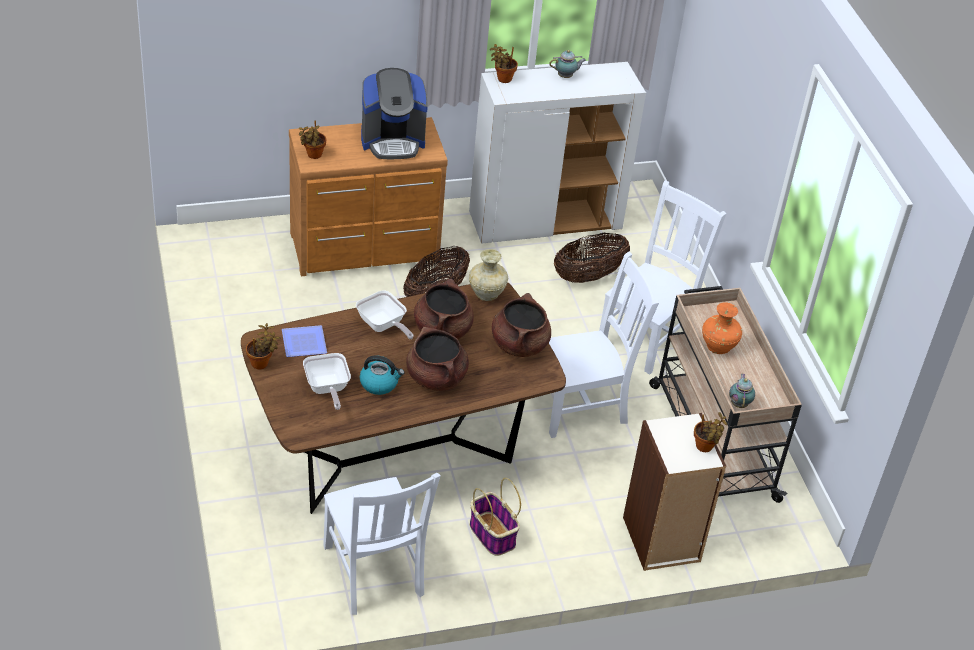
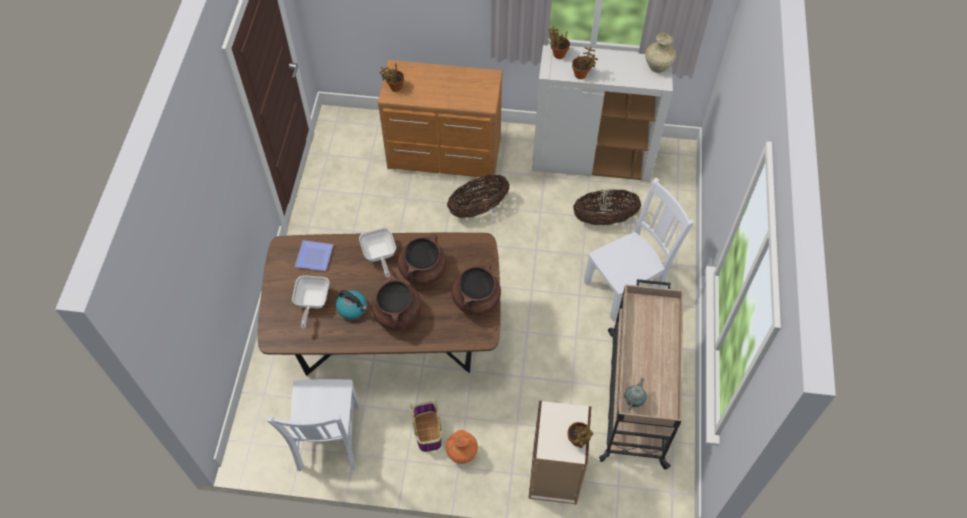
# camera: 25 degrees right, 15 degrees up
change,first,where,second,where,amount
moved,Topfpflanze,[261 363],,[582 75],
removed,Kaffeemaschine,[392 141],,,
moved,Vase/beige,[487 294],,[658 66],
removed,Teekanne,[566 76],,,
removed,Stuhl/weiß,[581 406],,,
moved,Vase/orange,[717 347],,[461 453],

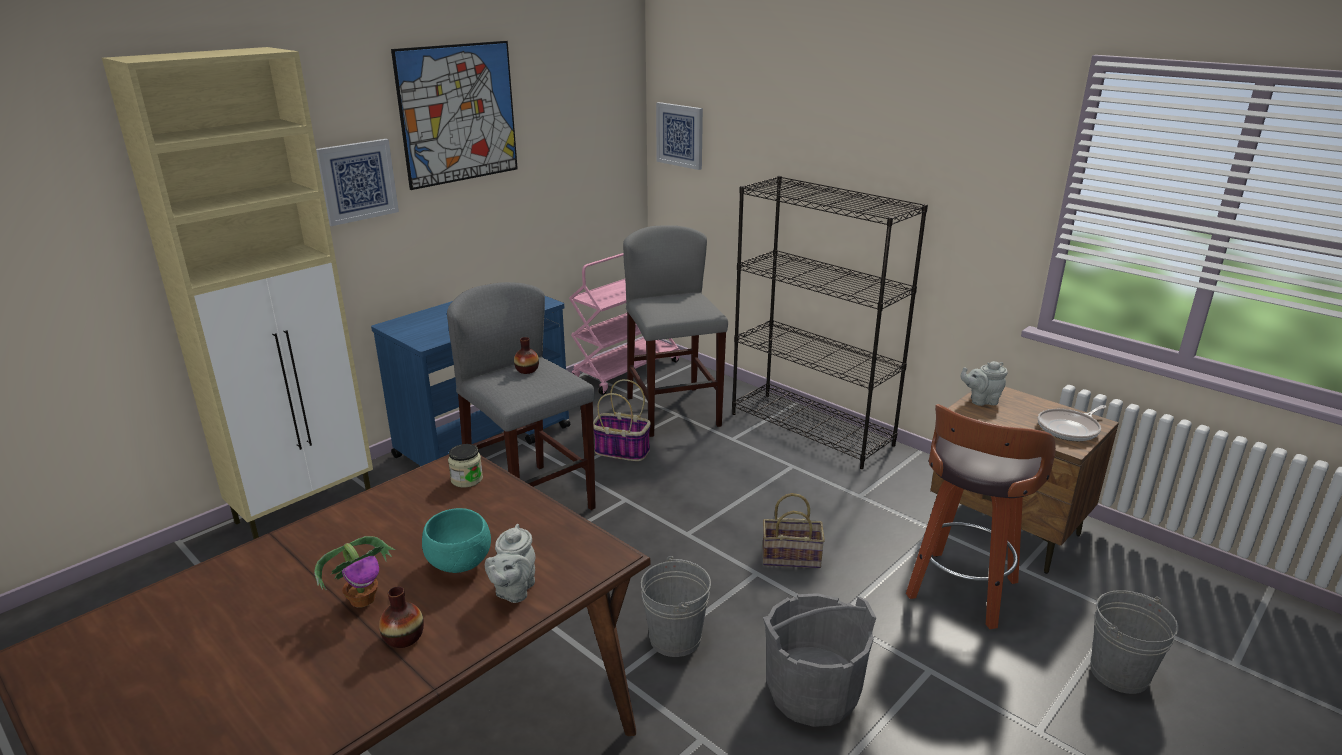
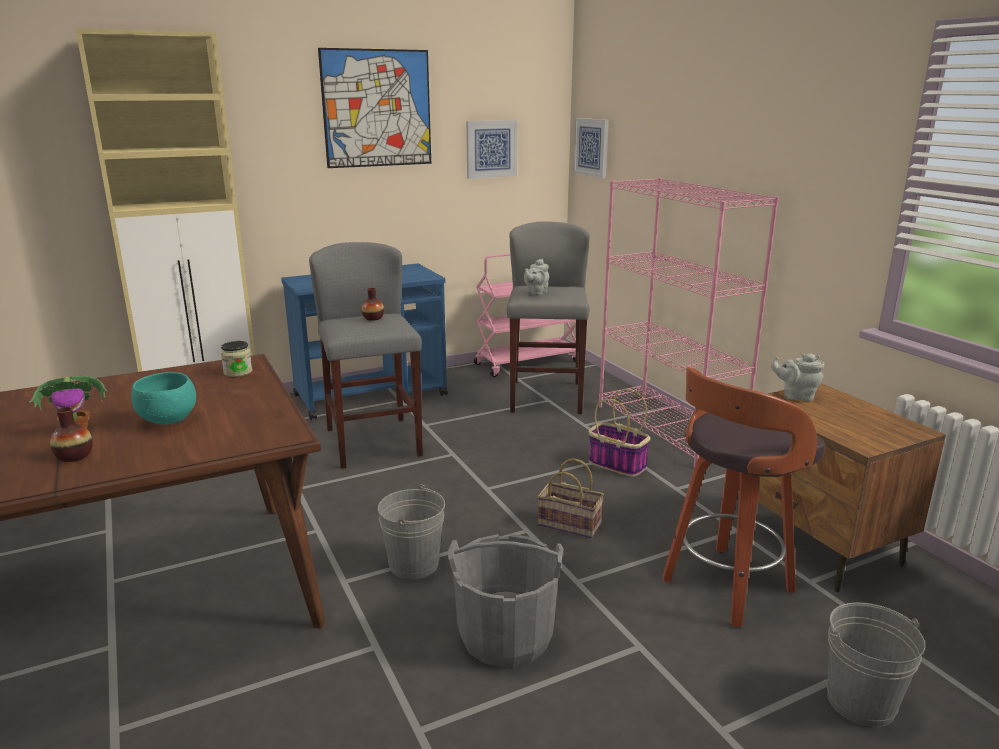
# camera: 20 degrees right, 5 degrees down
change,first,where,second,where,amount
moved,Bild,[357 181],,[491 149],
moved,Teekanne/grau,[513 591],,[536 293],
moved,Korb,[621 451],,[616 464],
recoloured,Bücherregal/schwarz,[812 429],Bücherregal/rosa,[668 429],
removed,Pfanne,[1070 429],,,

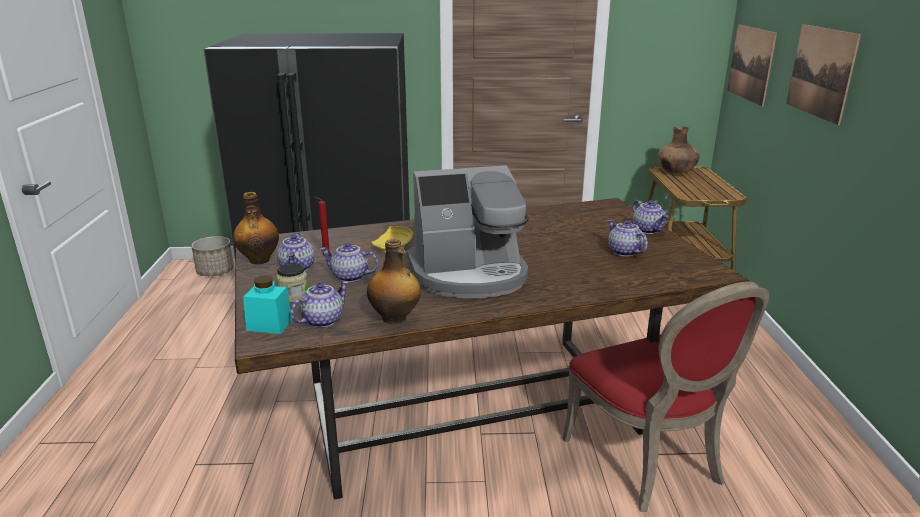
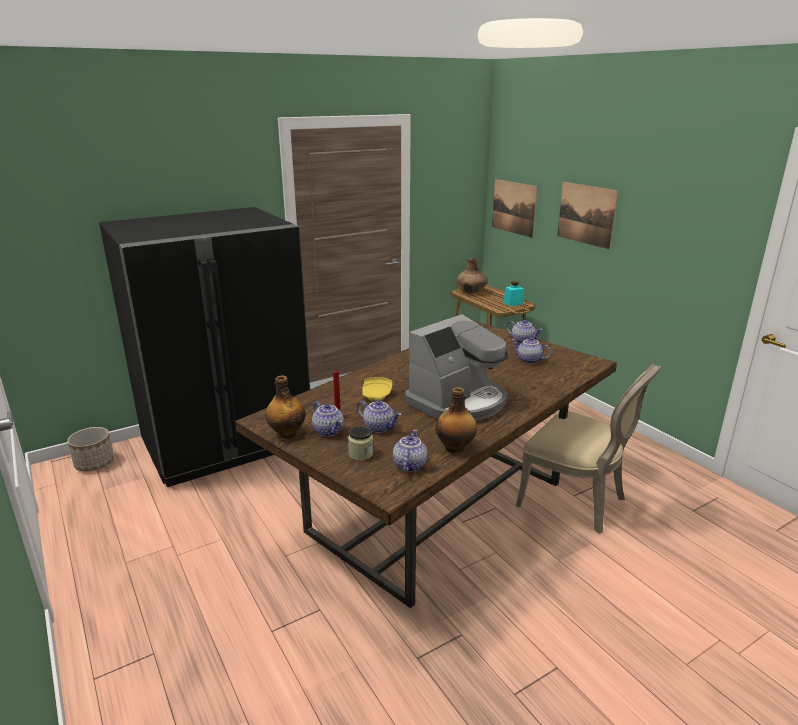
# camera: 30 degrees left, 0 degrees up
change,first,where,second,where,amount
moved,Vorratsglas/türkis,[269 325],,[513 303],
turned,Teekanne,[349 277],,[379 427],135 degrees counterclockwise
recoloured,Stuhl/rot,[649 462],Stuhl/beige,[576 501],

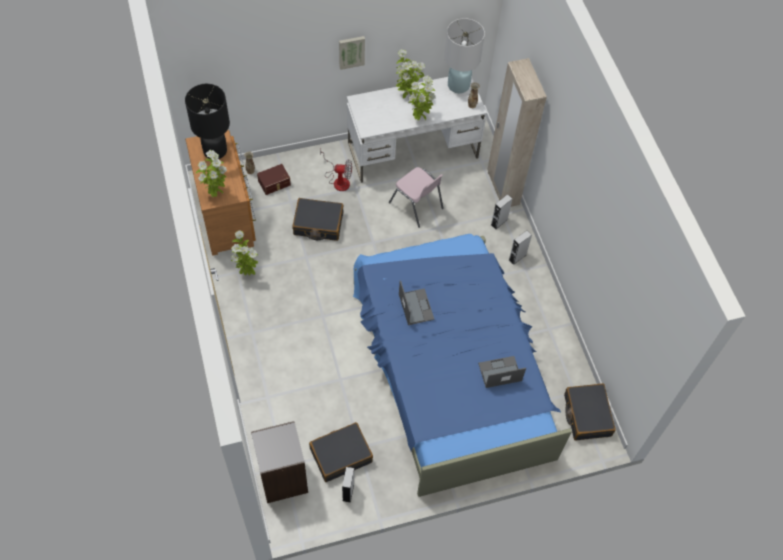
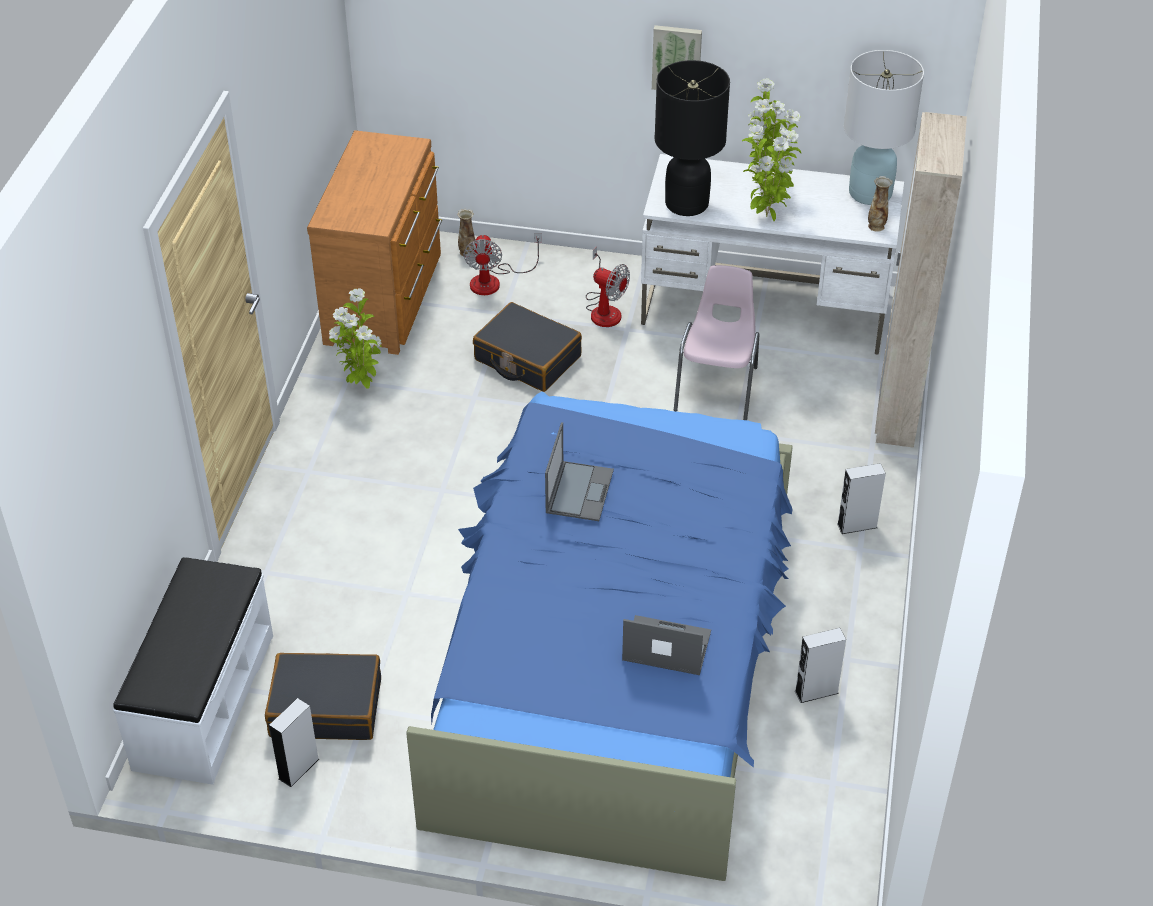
# camera: 30 degrees right, 15 degrees down
change,first,where,second,where,amount
moved,Tischlampe/schwarz,[215 151],,[686 204],
removed,Topfpflanze,[216 193],,,
replaced,Bücherregal/grau,[282 478],Bank/weiß,[203 701],
replaced,Aufbewahrungsbox/braun,[274 183],Ventilator,[494 281],
turned,Stuhl/rosa,[416 206],,[718 388],150 degrees counterclockwise
moved,Lautsprecher/grau,[499 222],,[816 692],
removed,Koffer/schwarz,[587 415],,,

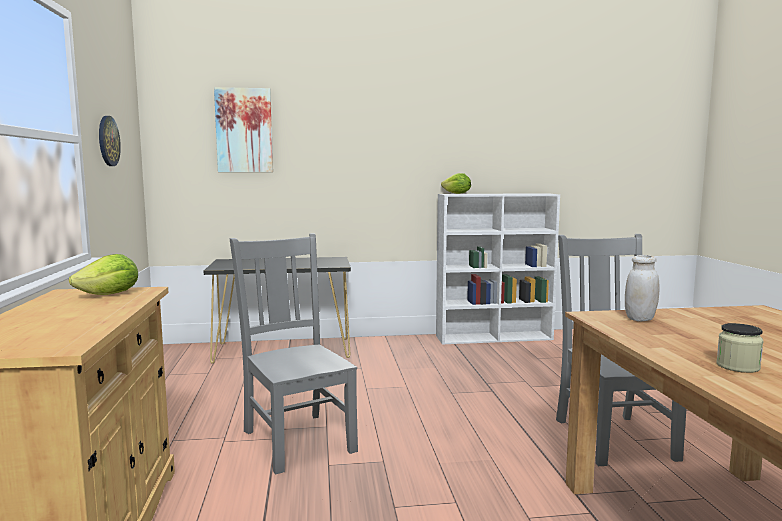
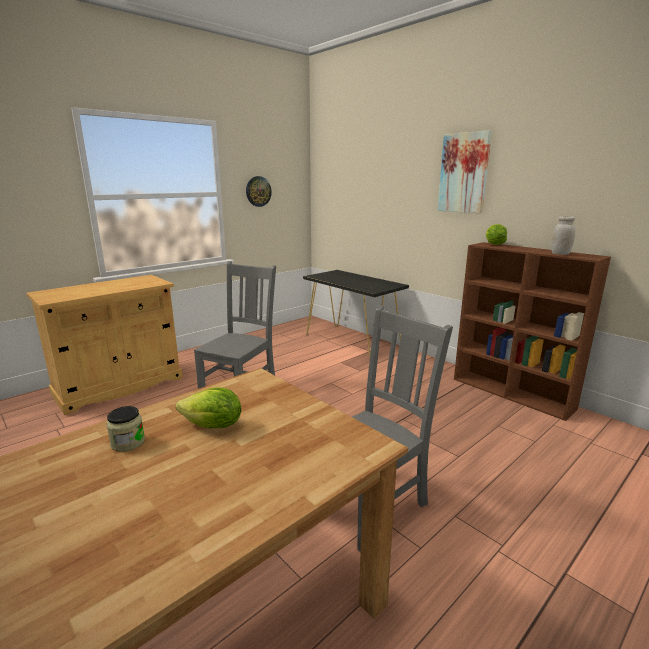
# camera: 55 degrees right, 10 degrees up
change,first,where,second,where,amount
moved,Salatkopf,[110 295],,[213 426],
moved,Bild,[244 130],,[464 173],
recoloured,Bücherregal/weiß,[495 337],Bücherregal/braun,[512 393],
moved,Vorratsglas/weiß,[640 319],,[560 254],

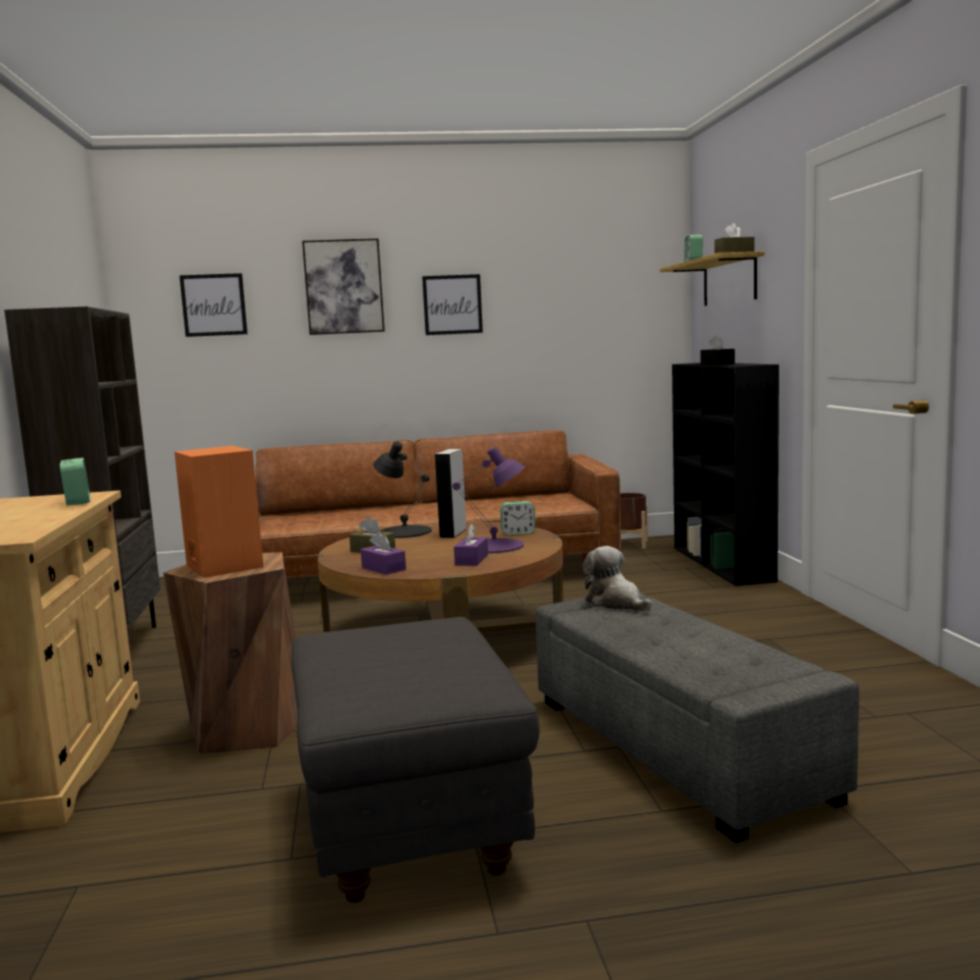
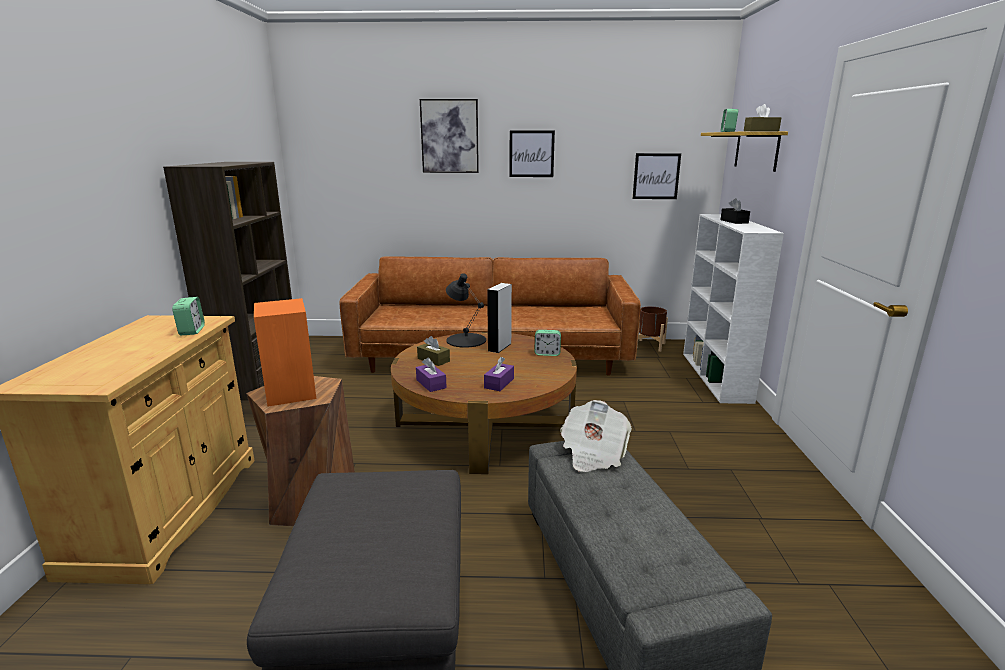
# camera: 10 degrees right, 10 degrees up
change,first,where,second,where,amount
moved,Bild,[214 305],,[656 176],
removed,Tischlampe/lila,[495 546],,,
replaced,Plüschtier,[616 603],Zeitung,[593 453],
recoloured,Bücherregal/schwarz,[722 564],Bücherregal/weiß,[716 377],

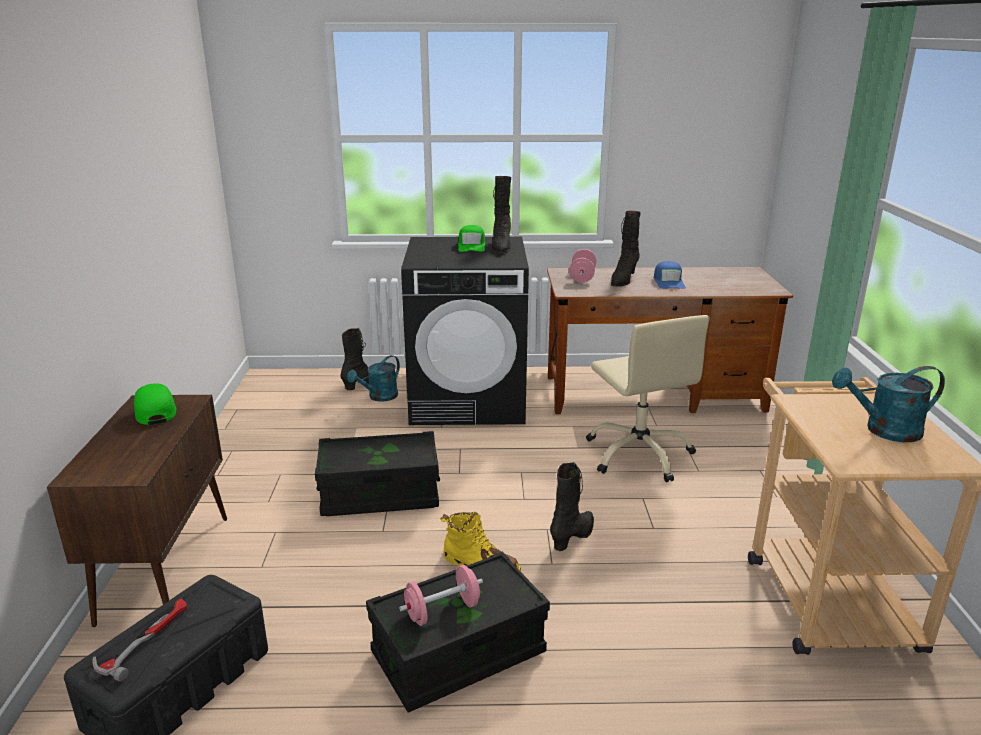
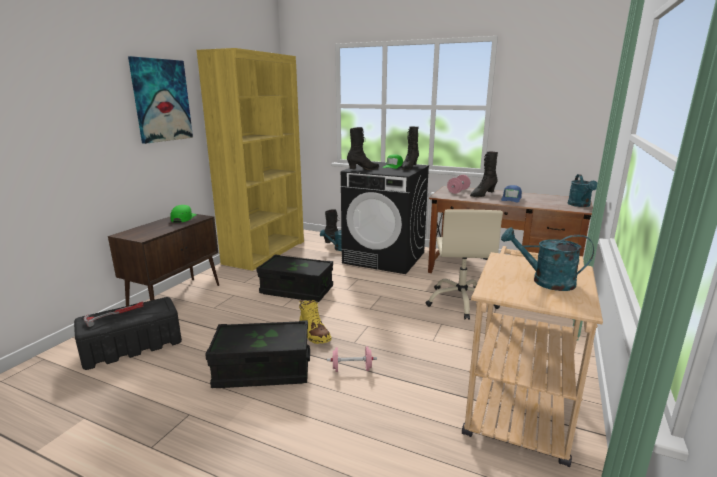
# camera: 25 degrees right, 5 degrees down
change,first,where,second,where,amount
moved,Hantel/rosa,[442 611],,[352 369],
moved,Stiefel/schwarz,[573 537],,[363 169],
added,,,Bild,[161 100],
added,,,Bücherregal/gelb,[265 252],
added,,,Gießkanne/türkis,[580 205],

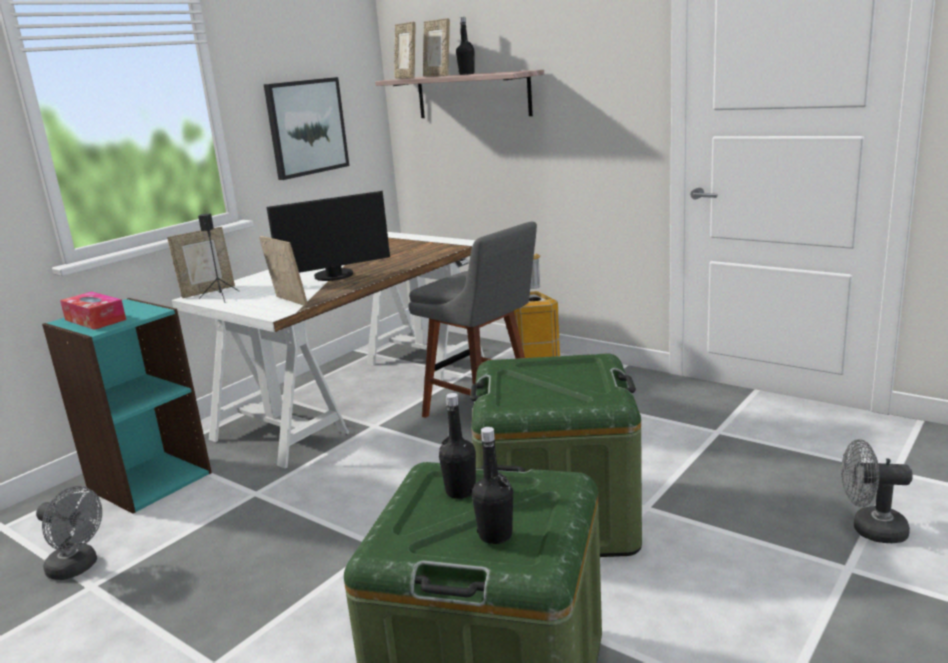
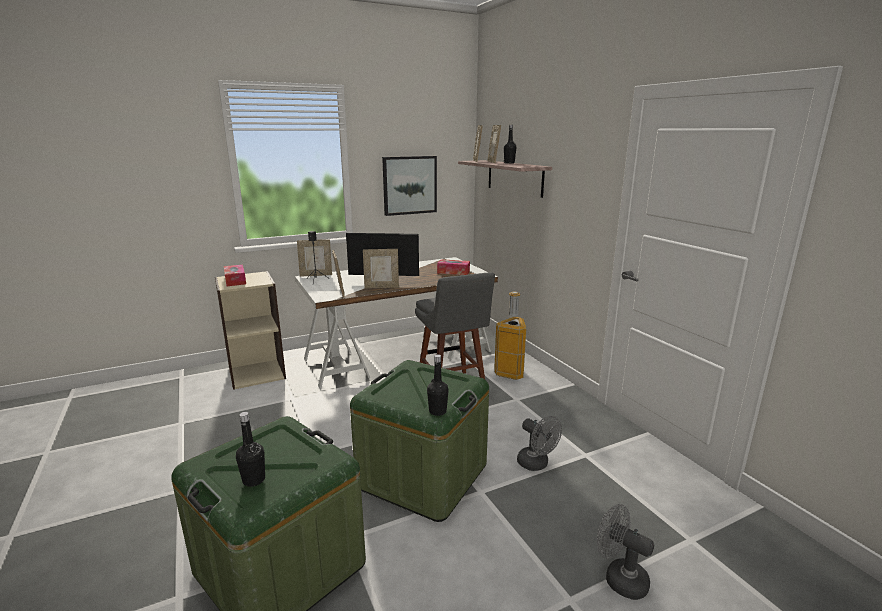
# camera: 25 degrees right, 0 degrees up
change,first,where,second,where,amount
moved,Ventilator/grau,[78 568],,[536 464],
recoloured,Bücherregal/türkis,[149 480],Bücherregal/beige,[257 373],
moved,Flasche/schwarz,[460 491],,[437 411],
added,,,Bilderrahmen,[381 287],
added,,,Taschentuchbox,[453 272],

